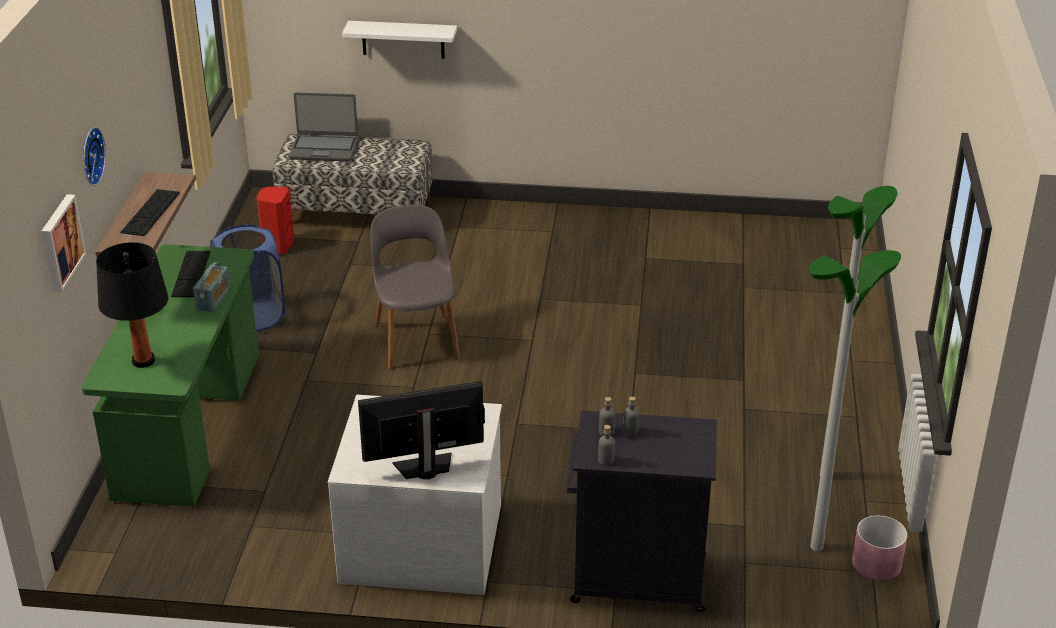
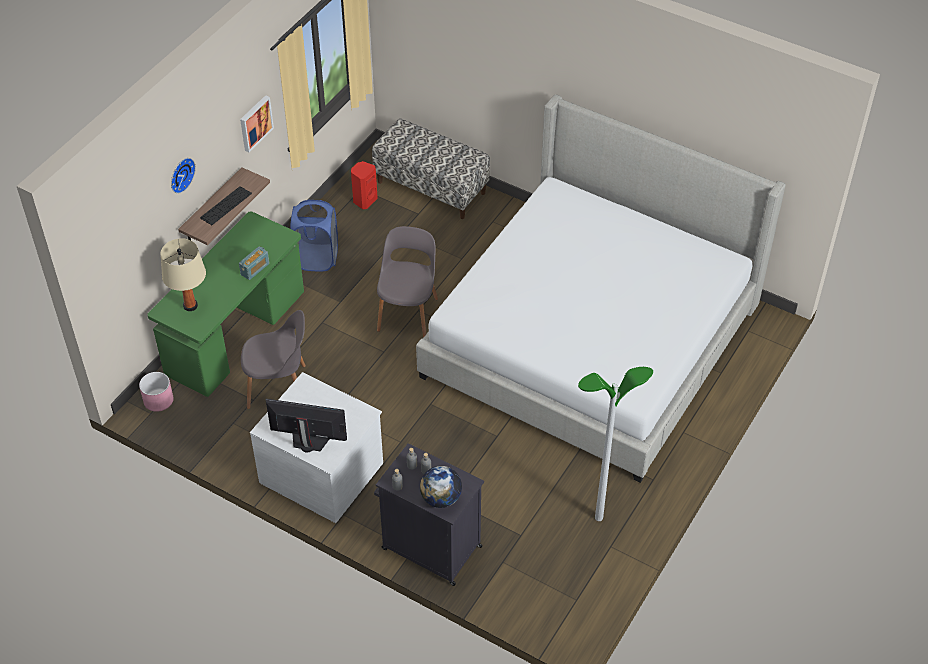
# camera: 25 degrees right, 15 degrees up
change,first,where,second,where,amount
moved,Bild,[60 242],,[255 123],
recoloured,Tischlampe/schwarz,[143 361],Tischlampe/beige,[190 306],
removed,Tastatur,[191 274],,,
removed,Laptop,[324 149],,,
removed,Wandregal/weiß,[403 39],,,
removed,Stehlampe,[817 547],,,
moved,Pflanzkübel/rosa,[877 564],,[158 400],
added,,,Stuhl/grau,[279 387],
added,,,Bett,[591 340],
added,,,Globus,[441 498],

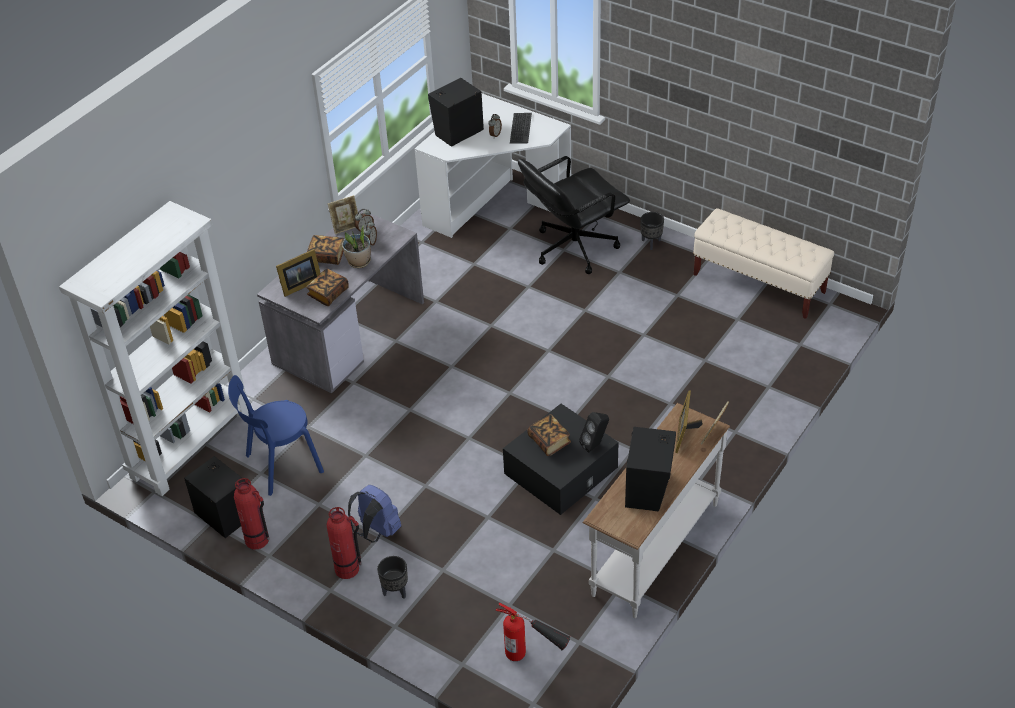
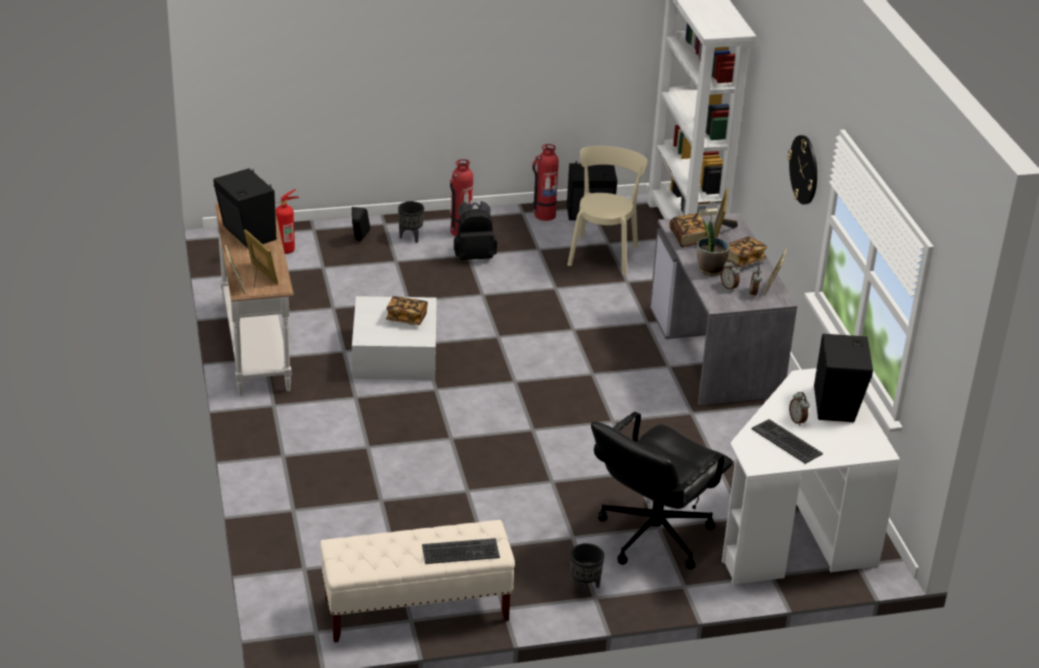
# camera: 130 degrees right, 10 degrees down
change,first,where,second,where,amount
recoloured,Stuhl/blau,[280 465],Stuhl/beige,[603 253],
recoloured,Rucksack/blau,[376 531],Rucksack/schwarz,[474 256],
recoloured,Aufbewahrungsbox/schwarz,[561 470],Aufbewahrungsbox/weiß,[395 354],
turned,Bürostuhl/schwarz,[573 247],,[653 535],150 degrees counterclockwise
moved,Lautsprecher/schwarz,[595 445],,[359 240],
added,,,Tastatur,[460 552],
added,,,Wanduhr,[804 169],

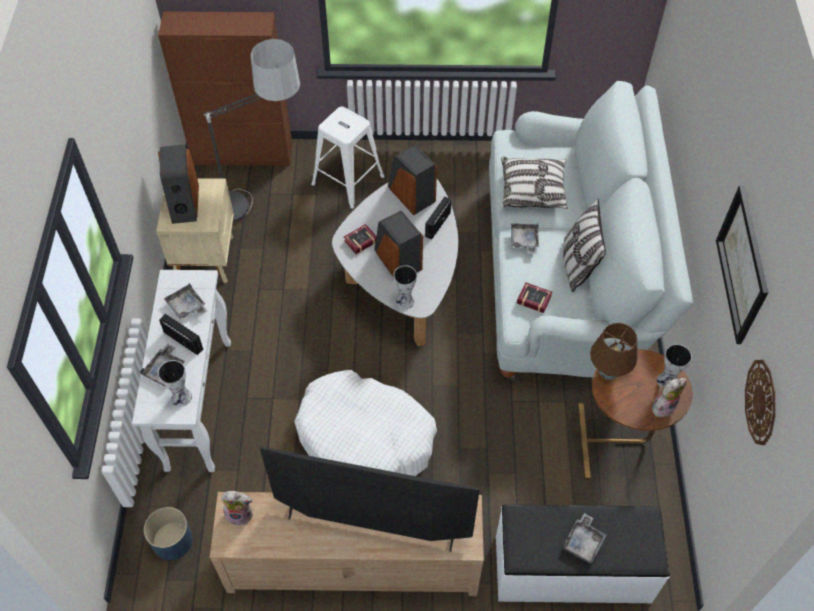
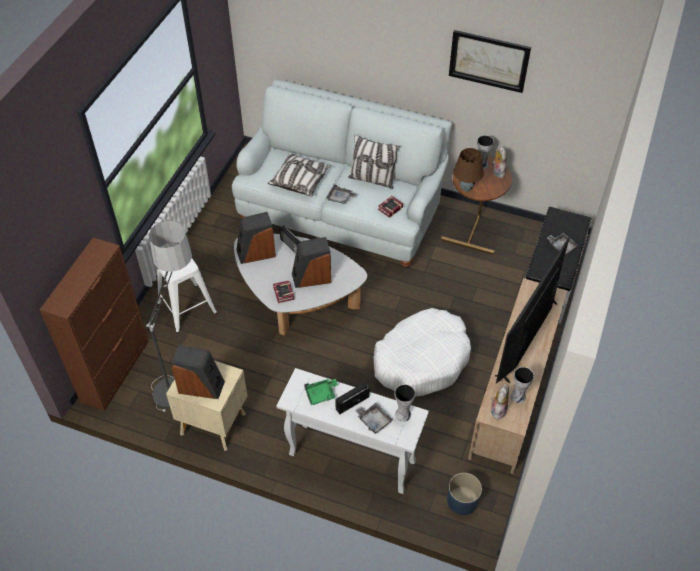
# camera: 70 degrees left, 5 degrees down
change,first,where,second,where,amount
recoloured,Tablett/grau,[187 306],Tablett/grün,[321 394],
moved,Vase,[405 302],,[519 396],
removed,Wanduhr,[761 402],,,

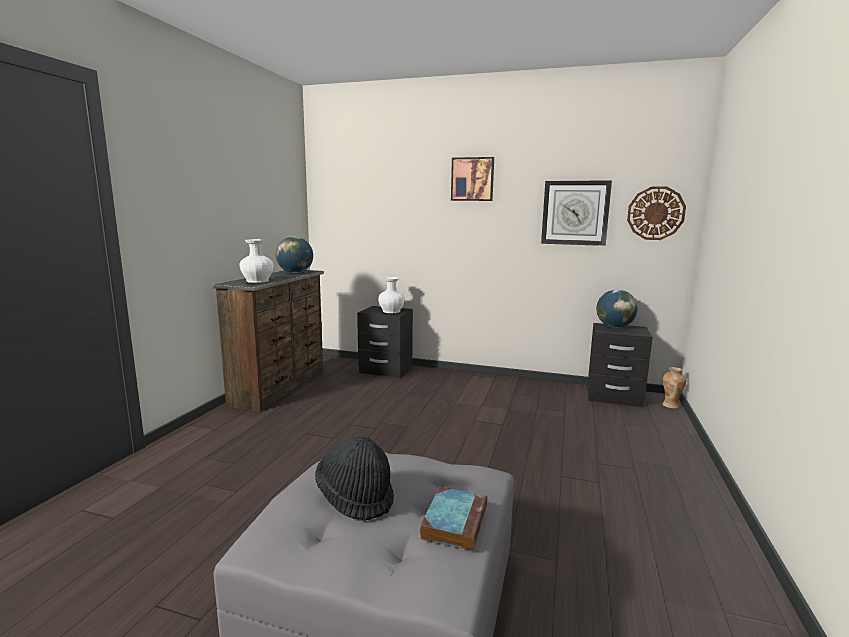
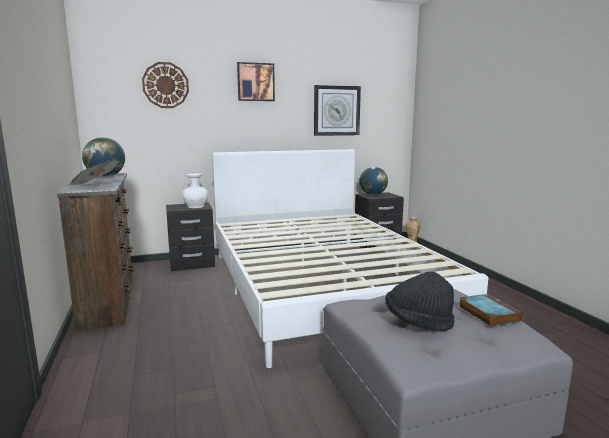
# camera: 35 degrees left, 0 degrees up
change,first,where,second,where,amount
replaced,Vase/weiß,[257 281],Zeitung,[95 185],
moved,Wanduhr,[655 213],,[165 85],
added,,,Bett/weiß,[321 285],

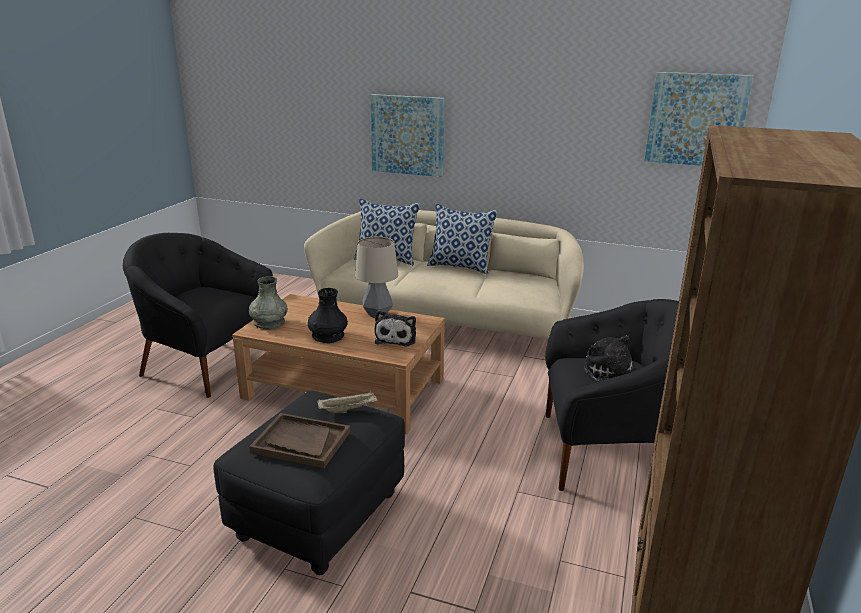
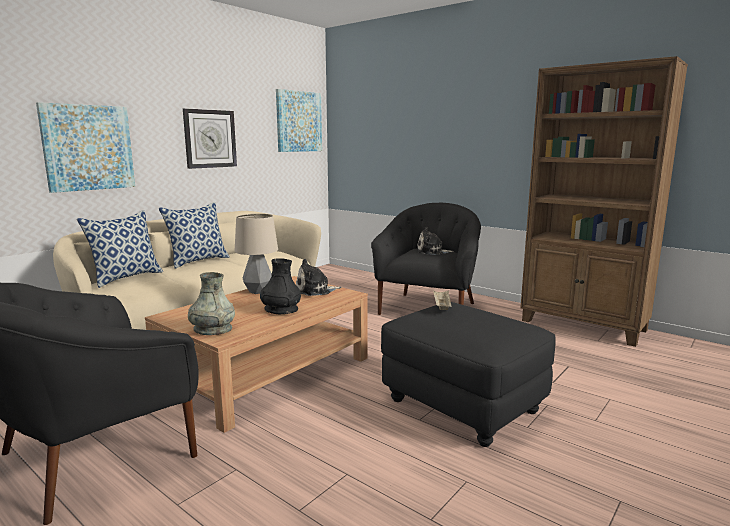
# camera: 70 degrees left, 10 degrees down
change,first,where,second,where,amount
removed,Tablett/braun,[301 442],,,
turned,Plüschtier,[396 338],,[315 290],135 degrees clockwise
added,,,Wanduhr,[210 139],

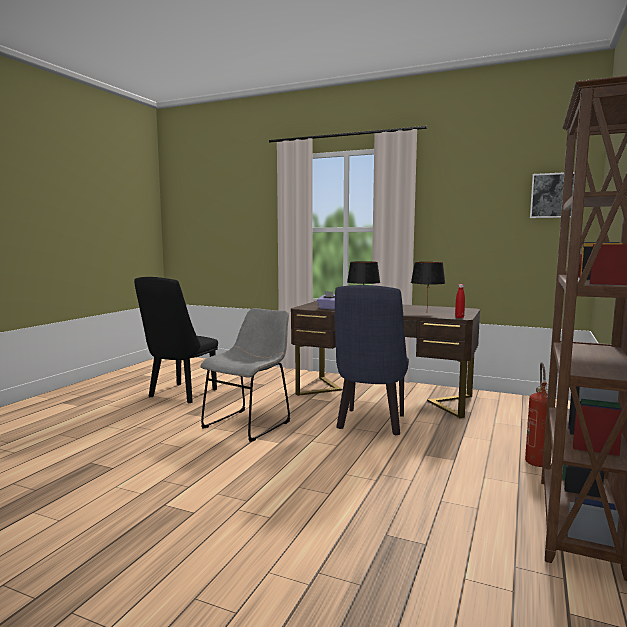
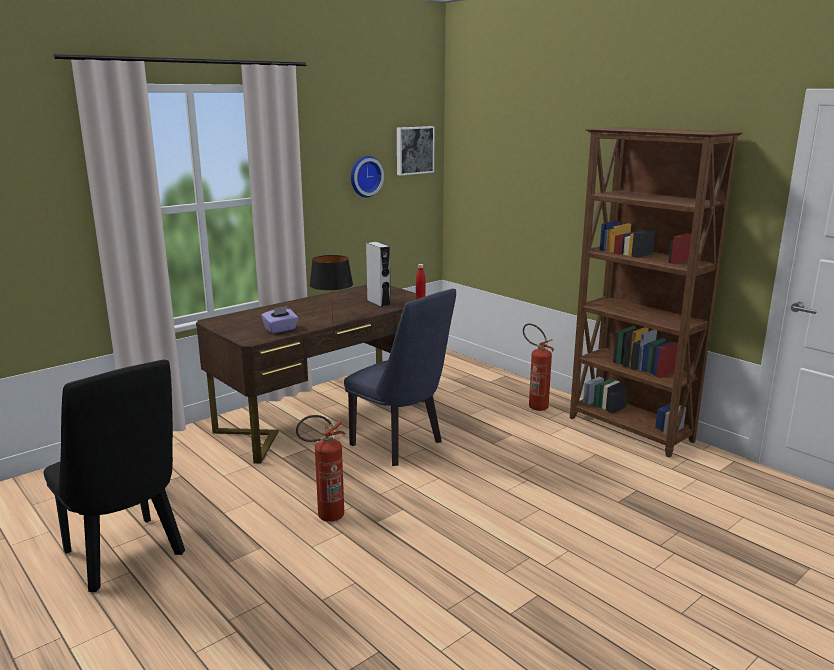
# camera: 65 degrees left, 10 degrees up
change,first,where,second,where,amount
replaced,Stuhl/grau,[249 423],Feuerlöscher,[325 517],
replaced,Tischlampe/schwarz,[427 313],Lautsprecher/grau,[378 303],
added,,,Wanduhr,[364 176],

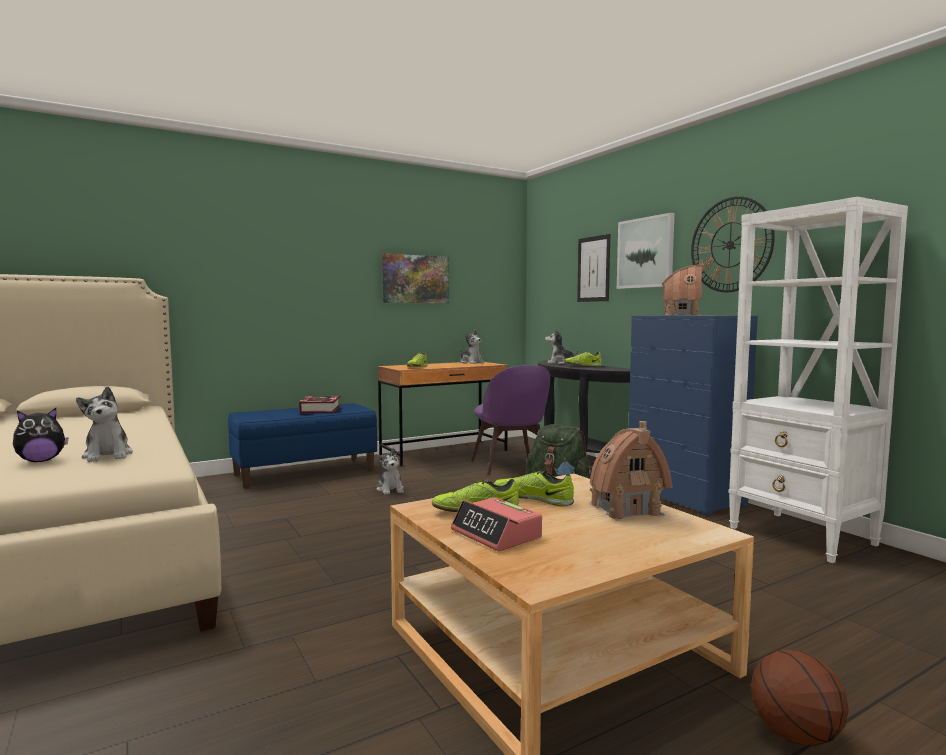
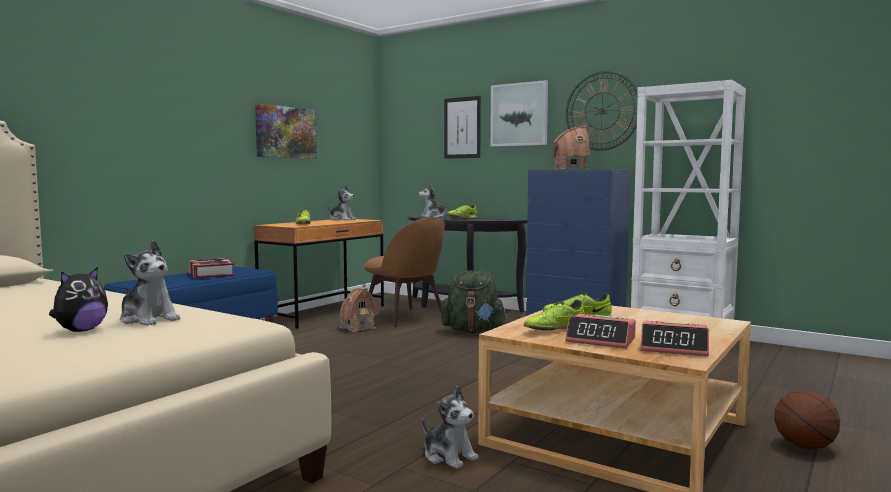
# camera: 25 degrees left, 0 degrees up
change,first,where,second,where,amount
moved,Plüschtier,[390 489],,[449 456],
recoloured,Stuhl/lila,[511 466],Stuhl/braun,[405 318],
moved,Spielzeughaus,[625 509],,[357 328],
added,,,Wecker,[674 348],

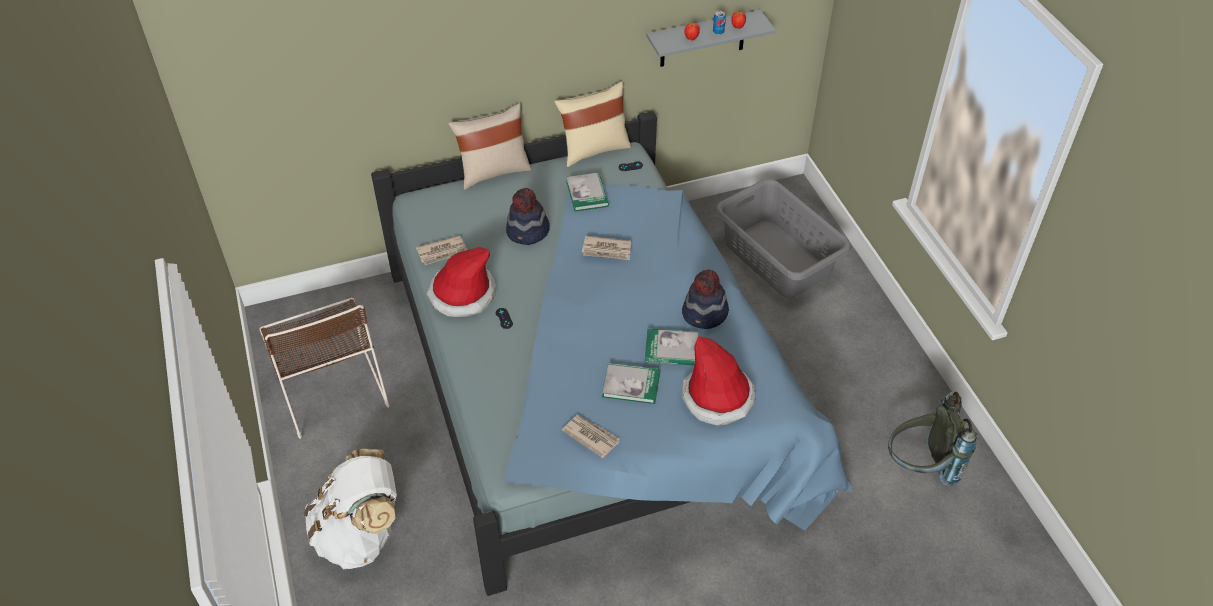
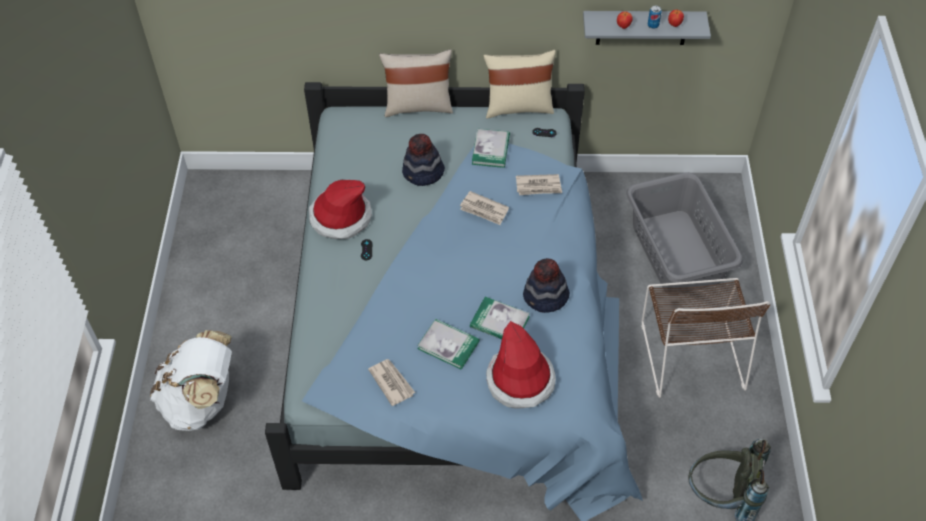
# camera: 20 degrees right, 5 degrees up
change,first,where,second,where,amount
moved,Stuhl/braun,[331 386],,[691 352],
moved,Zeitung,[443 252],,[538 186],

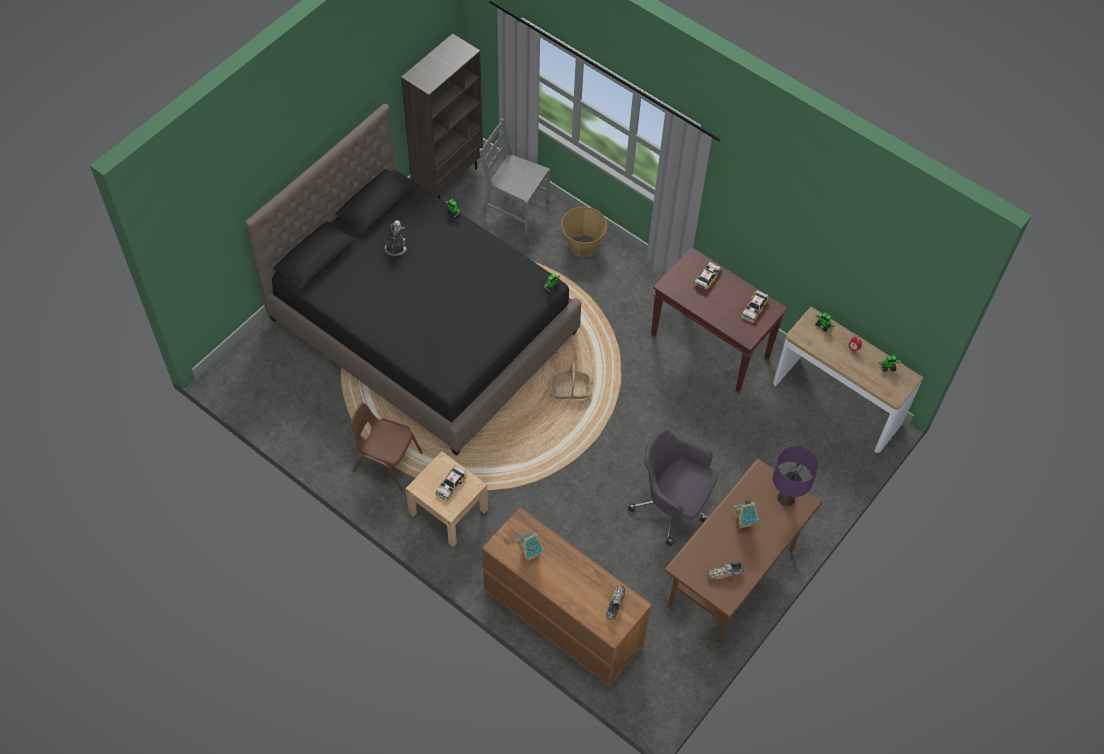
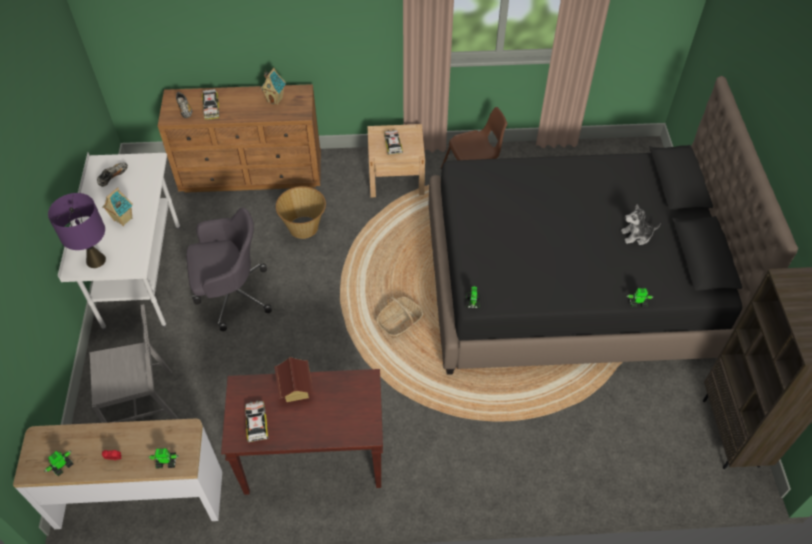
# camera: 140 degrees right, 5 degrees down
change,first,where,second,where,amount
turned,Plüschtier,[395 247],,[636 235],120 degrees clockwise
moved,Stuhl/grau,[514 207],,[142 401],
moved,Korb,[582 244],,[304 227],
recoloured,Schreibtisch/braun,[731 579],Schreibtisch/weiß,[142 276],
moved,Spielzeugauto,[707 277],,[211 108],
added,,,Spielzeughaus,[295 388],

